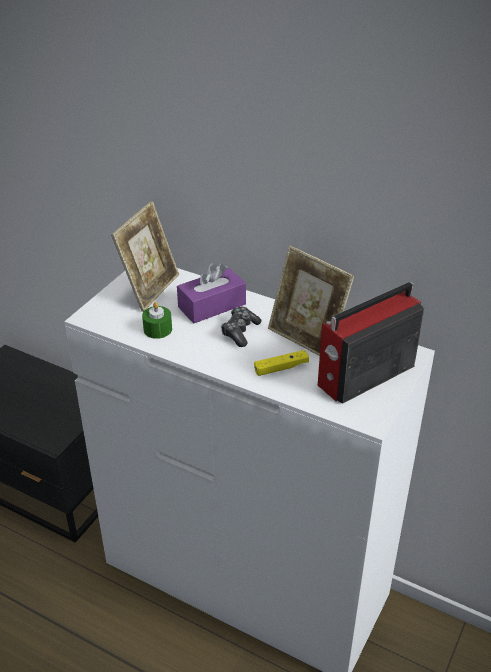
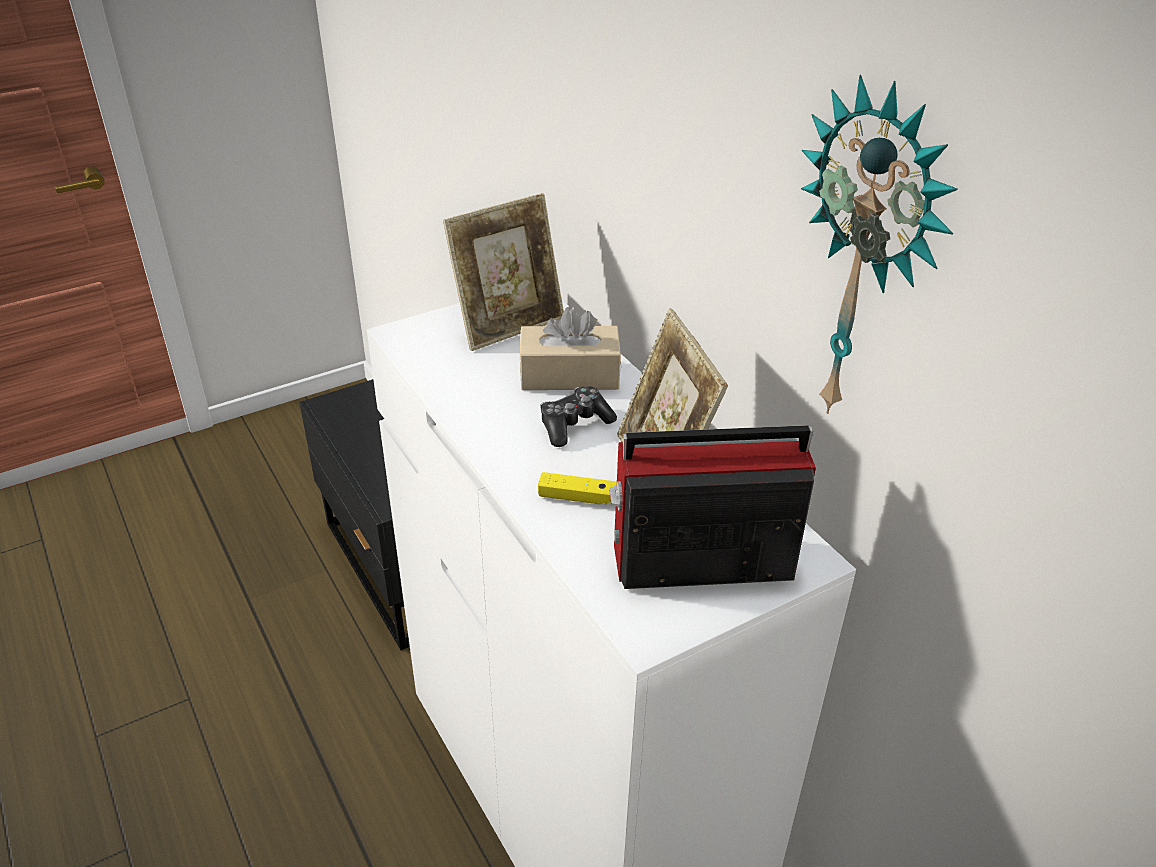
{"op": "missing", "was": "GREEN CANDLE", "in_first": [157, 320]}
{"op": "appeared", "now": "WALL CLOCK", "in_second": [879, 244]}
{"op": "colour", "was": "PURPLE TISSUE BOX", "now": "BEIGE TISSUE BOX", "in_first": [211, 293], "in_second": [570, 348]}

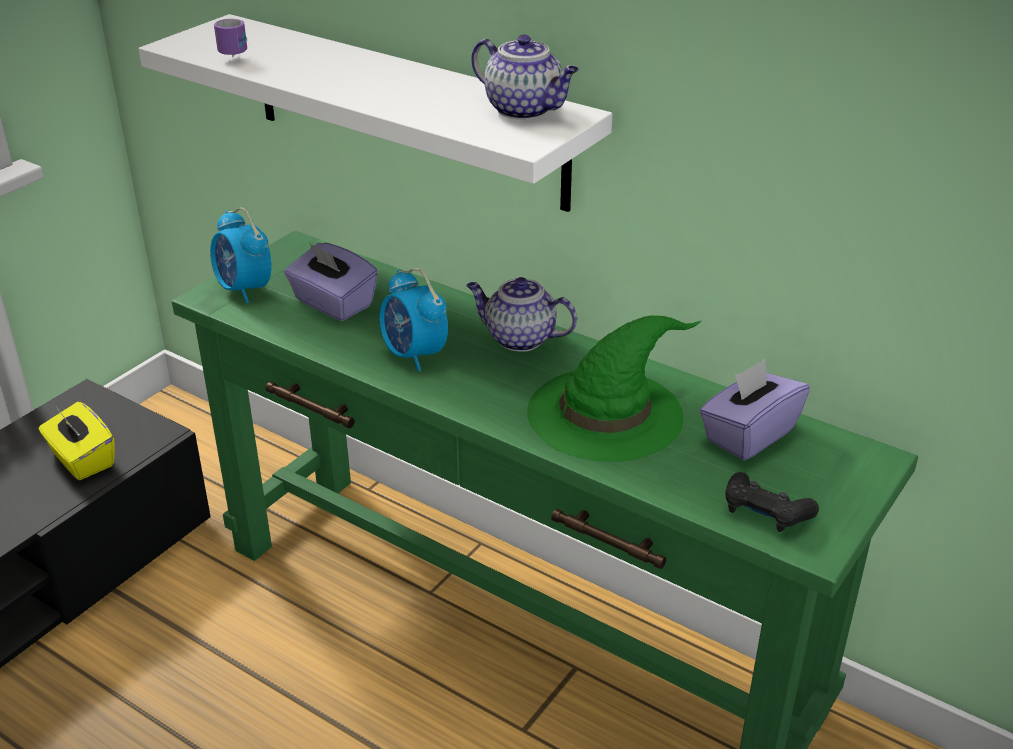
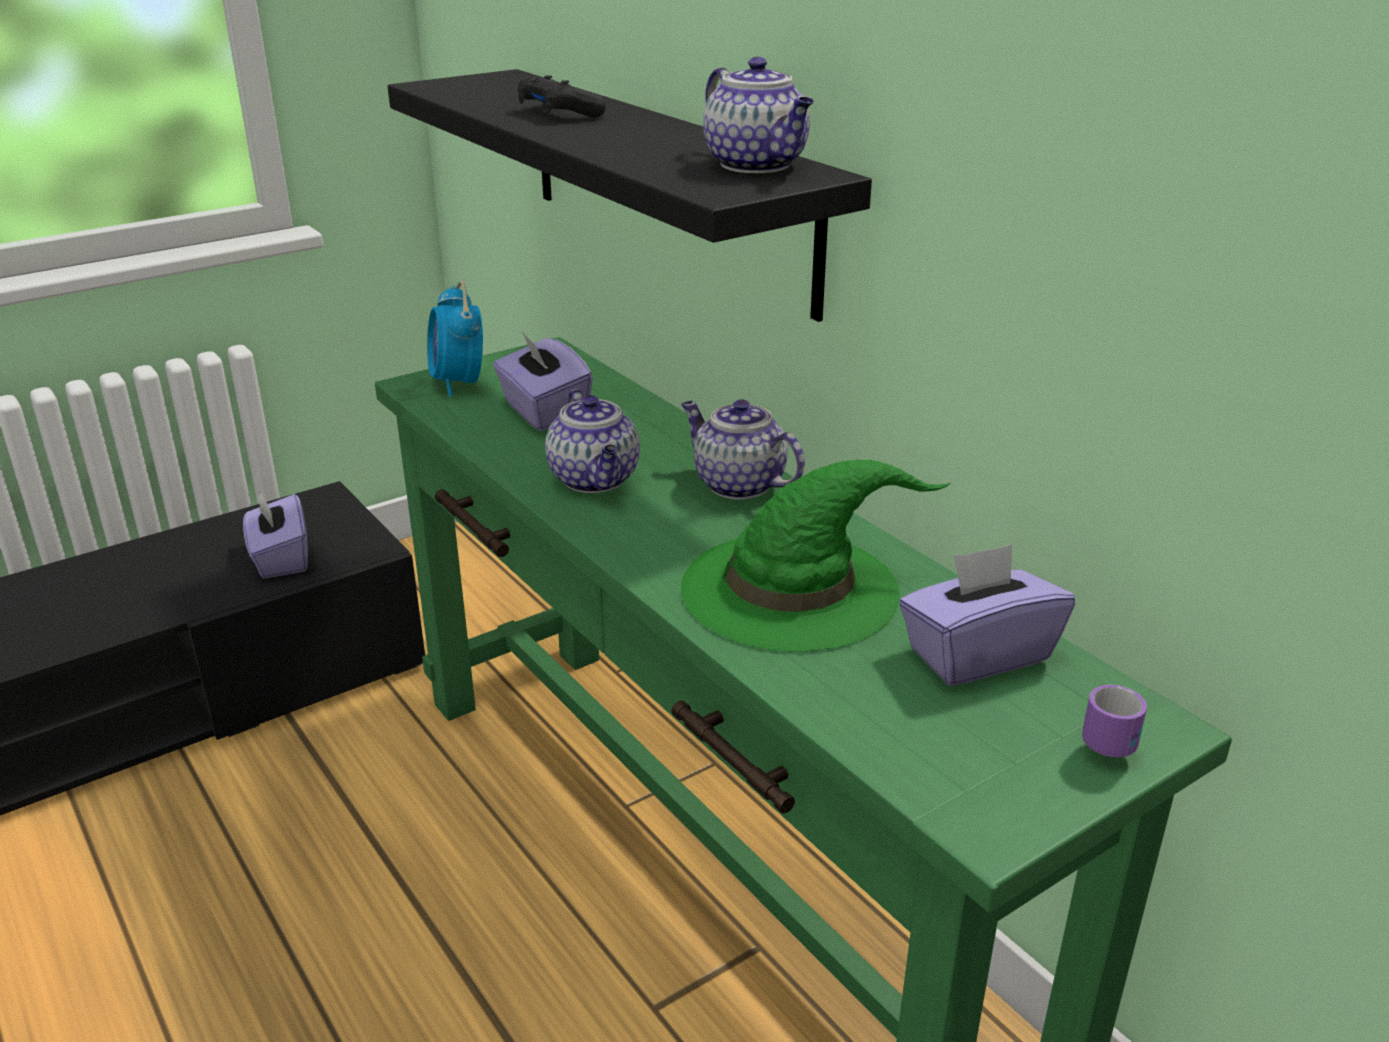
{"op": "relocated", "was": "MUG", "in_first": [230, 38], "in_second": [1114, 721]}
{"op": "relocated", "was": "BLACK GAME CONTROLLER", "in_first": [772, 502], "in_second": [561, 96]}
{"op": "exchanged", "was": "ALARM CLOCK", "now": "TEAPOT", "in_first": [413, 320], "in_second": [592, 441]}
{"op": "colour", "was": "YELLOW TISSUE BOX", "now": "PURPLE TISSUE BOX", "in_first": [77, 441], "in_second": [275, 535]}
{"op": "colour", "was": "WHITE SHELF", "now": "BLACK SHELF", "in_first": [375, 113], "in_second": [630, 195]}

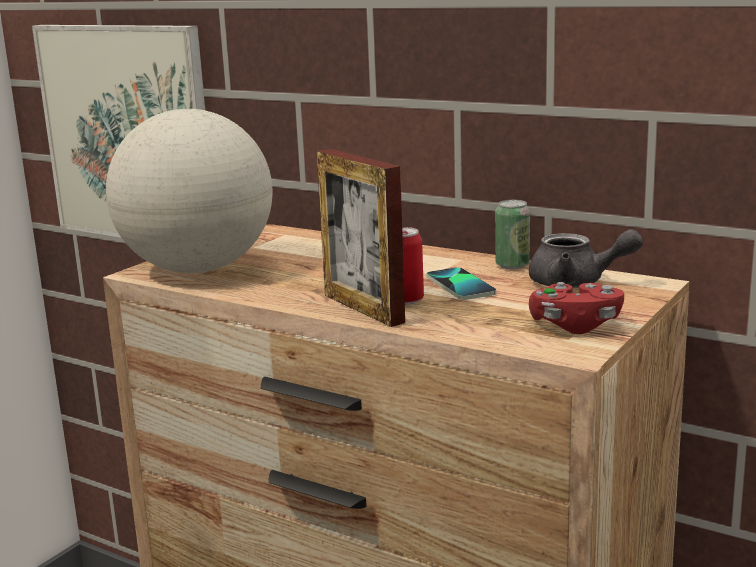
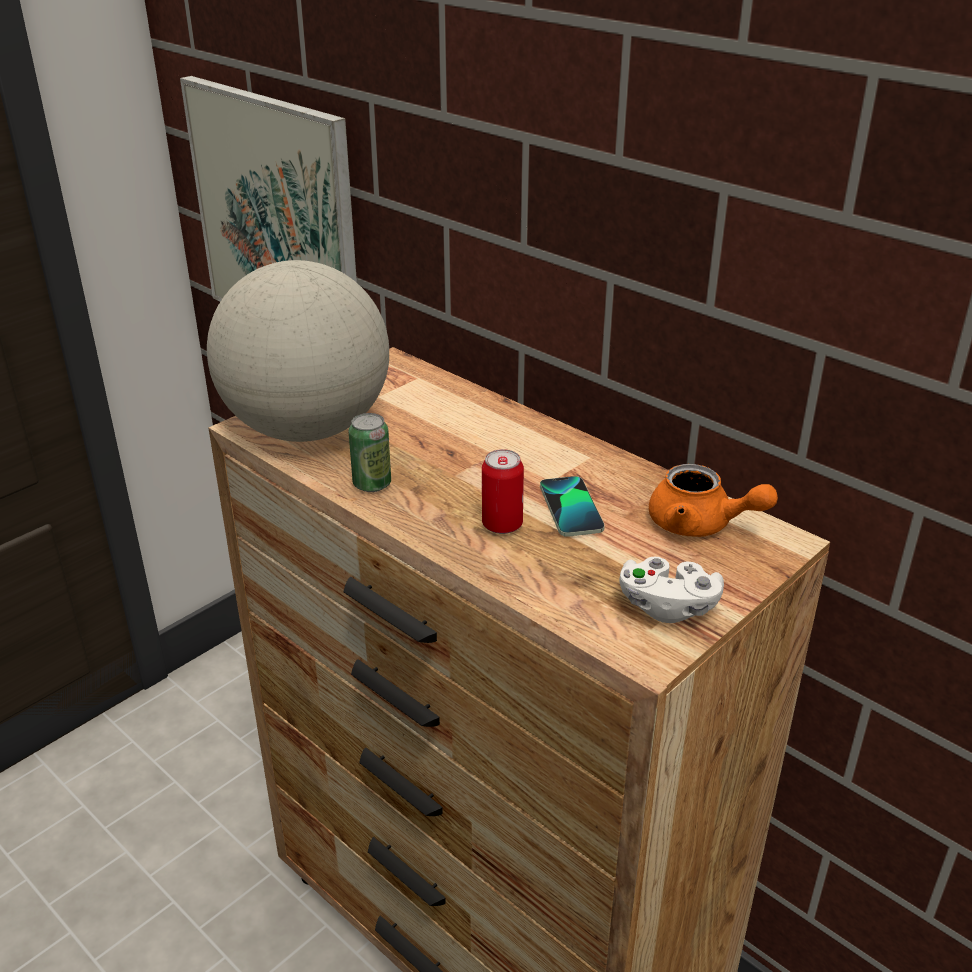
{"op": "missing", "was": "PICTURE FRAME", "in_first": [360, 238]}
{"op": "relocated", "was": "CAN", "in_first": [512, 234], "in_second": [370, 452]}
{"op": "colour", "was": "GREY TEAPOT", "now": "ORANGE TEAPOT", "in_first": [586, 258], "in_second": [713, 500]}
{"op": "colour", "was": "RED GAME CONTROLLER", "now": "WHITE GAME CONTROLLER", "in_first": [576, 308], "in_second": [671, 590]}

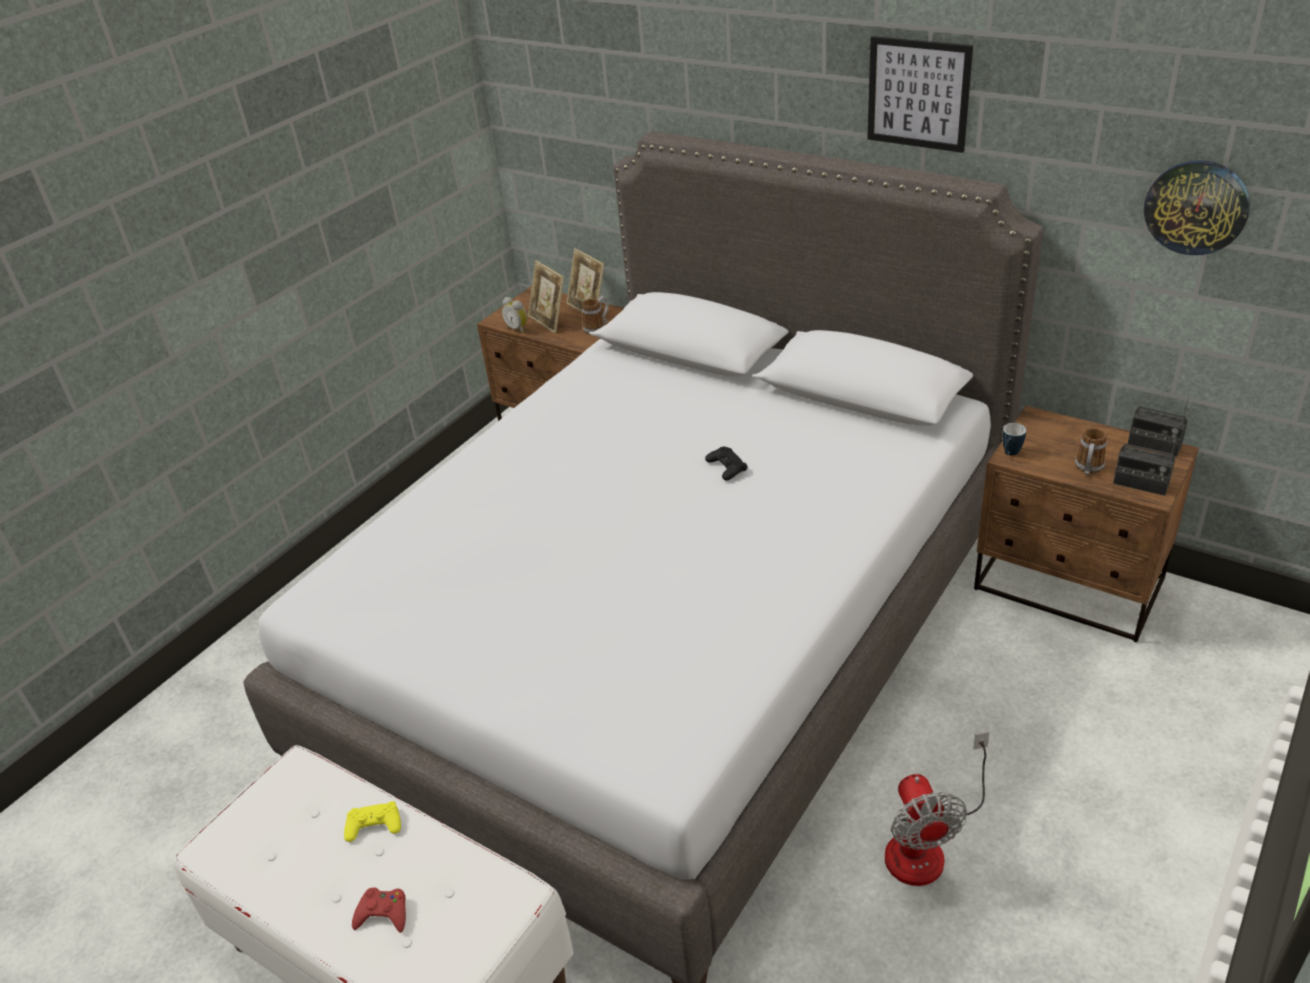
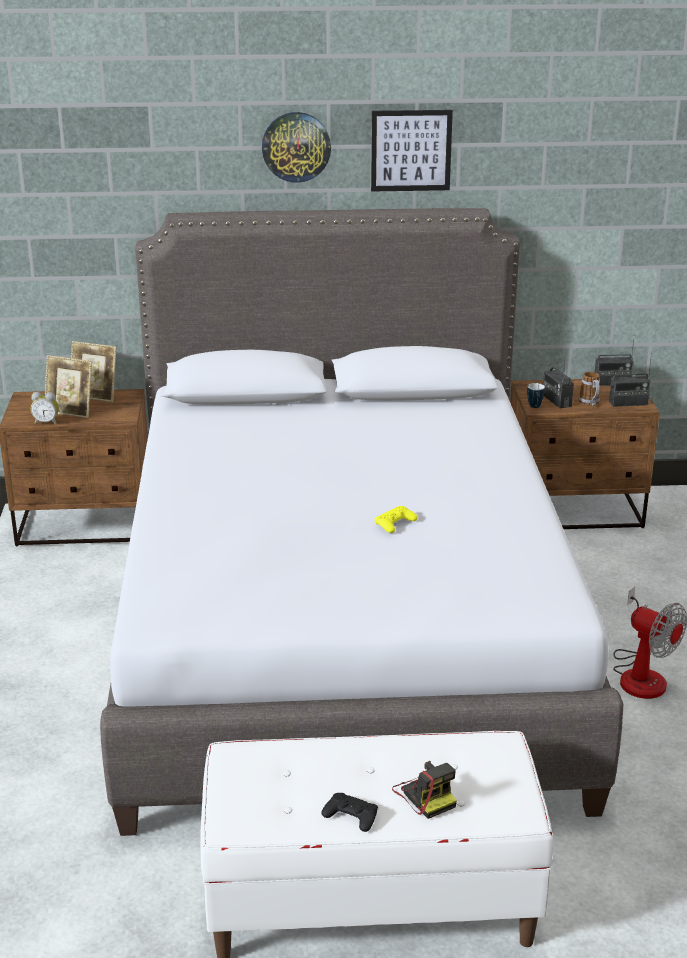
{"op": "missing", "was": "MUG", "in_first": [595, 315]}
{"op": "appeared", "now": "RADIO", "in_second": [558, 385]}
{"op": "relocated", "was": "YELLOW GAME CONTROLLER", "in_first": [372, 821], "in_second": [396, 519]}
{"op": "relocated", "was": "BLACK GAME CONTROLLER", "in_first": [726, 463], "in_second": [350, 812]}
{"op": "relocated", "was": "WALL CLOCK", "in_first": [1197, 207], "in_second": [296, 147]}
{"op": "exchanged", "was": "RED GAME CONTROLLER", "now": "PHOTO CAMERA", "in_first": [379, 910], "in_second": [424, 790]}

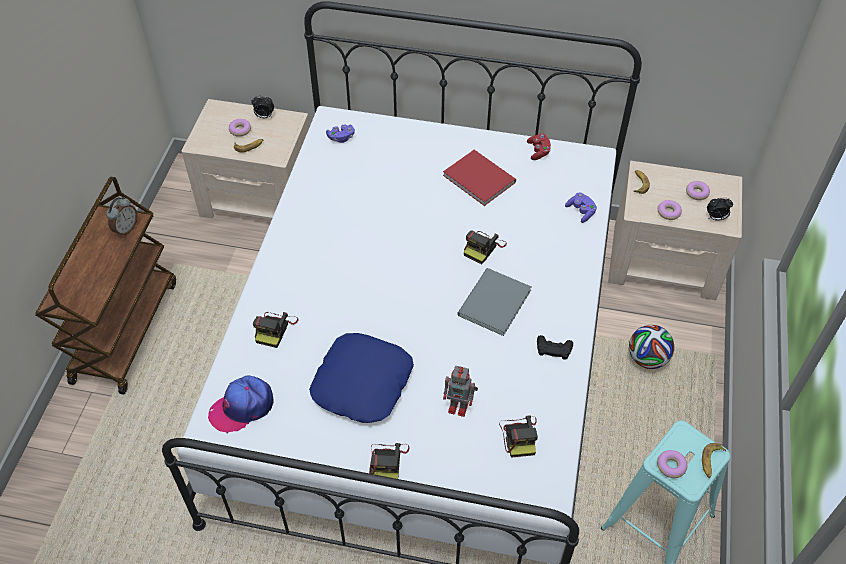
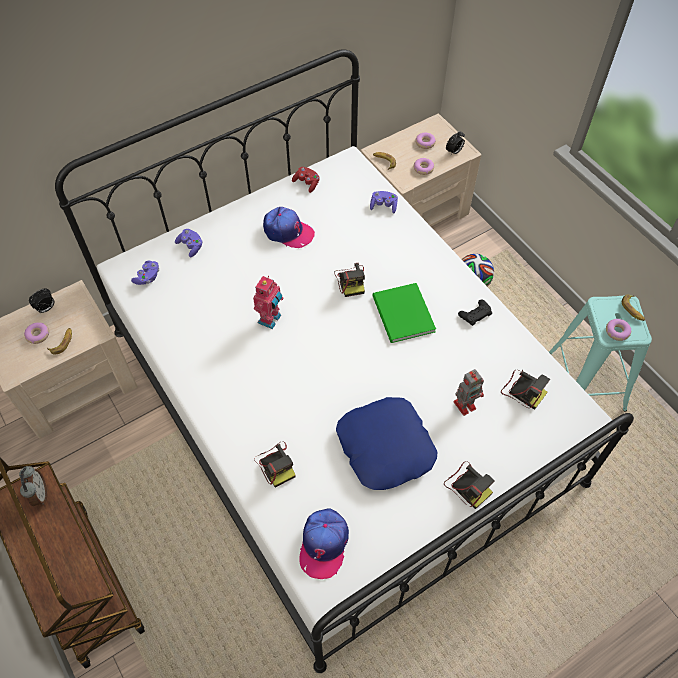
{"op": "appeared", "now": "PURPLE GAME CONTROLLER", "in_second": [189, 243]}
{"op": "appeared", "now": "TOY ROBOT", "in_second": [268, 302]}
{"op": "exchanged", "was": "RED BOOK", "now": "CAP", "in_first": [479, 178], "in_second": [289, 227]}
{"op": "colour", "was": "GREY BOOK", "now": "GREEN BOOK", "in_first": [494, 302], "in_second": [404, 313]}

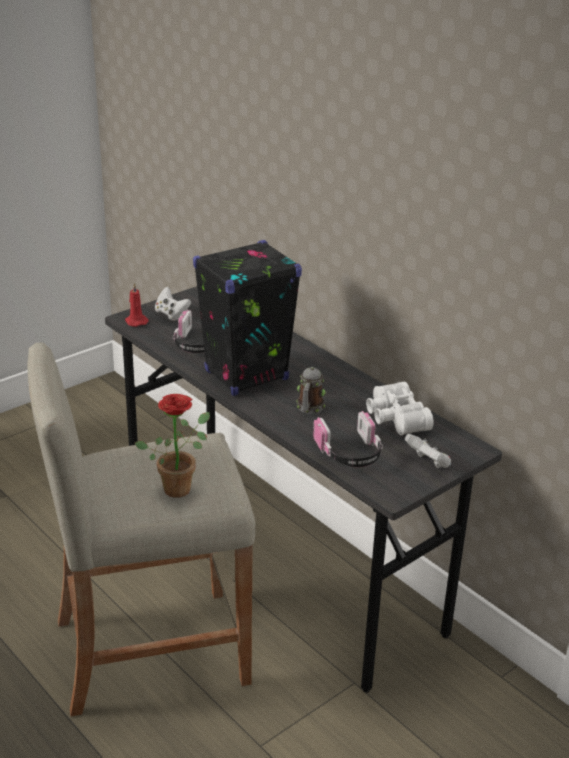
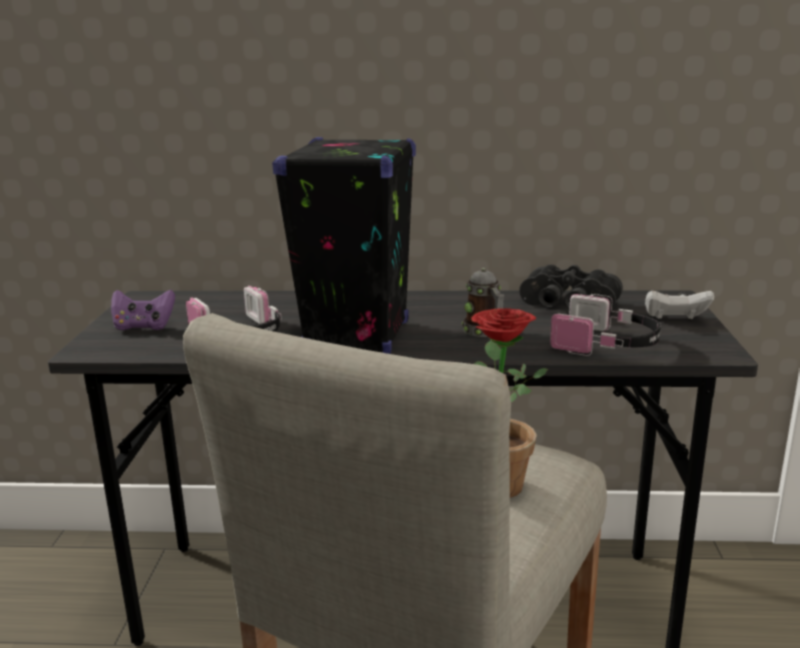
{"op": "missing", "was": "RED CANDLE", "in_first": [137, 305]}
{"op": "colour", "was": "WHITE GAME CONTROLLER", "now": "PURPLE GAME CONTROLLER", "in_first": [173, 304], "in_second": [143, 310]}
{"op": "colour", "was": "WHITE BINOCULARS", "now": "BLACK BINOCULARS", "in_first": [400, 408], "in_second": [571, 288]}

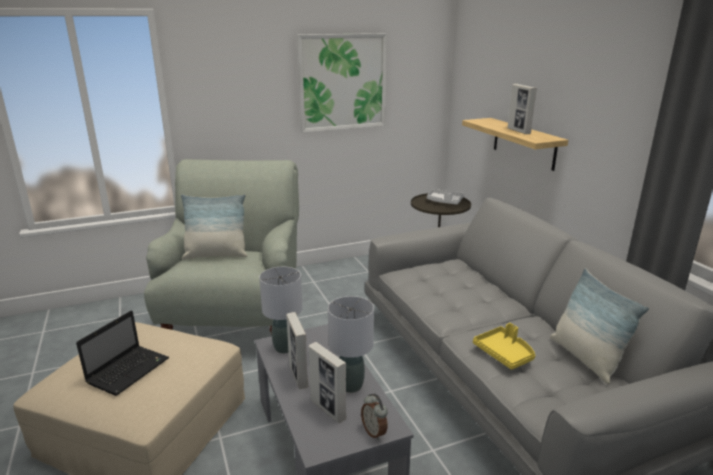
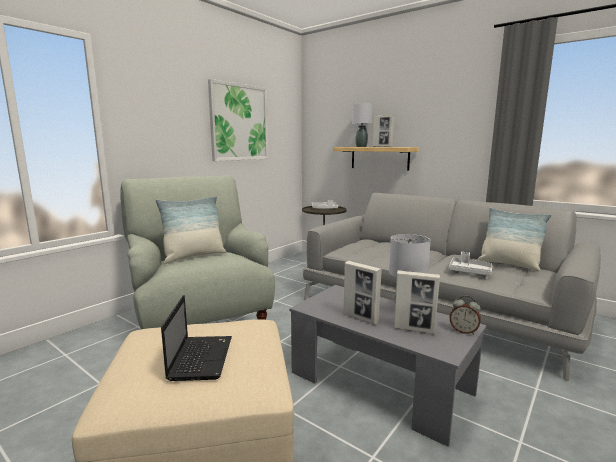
{"op": "relocated", "was": "GREY TABLE LAMP", "in_first": [281, 310], "in_second": [362, 125]}
{"op": "colour", "was": "YELLOW TRAY", "now": "GREY TRAY", "in_first": [504, 346], "in_second": [471, 263]}

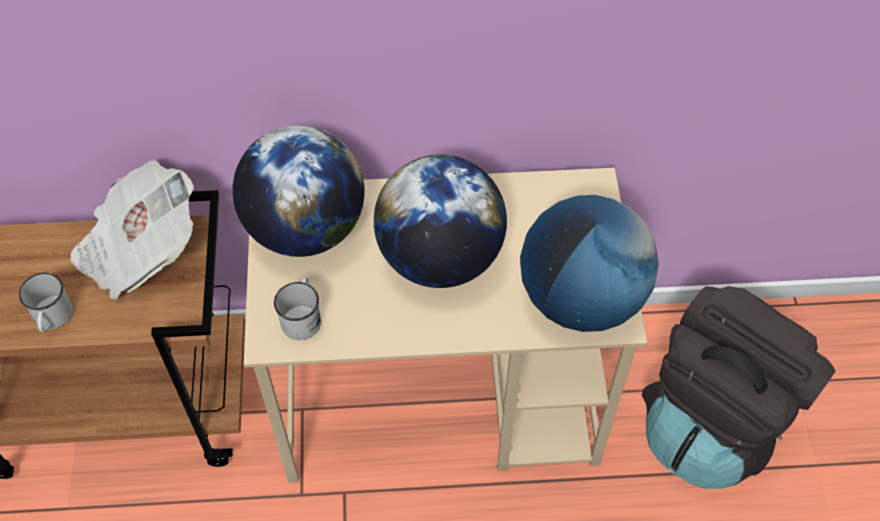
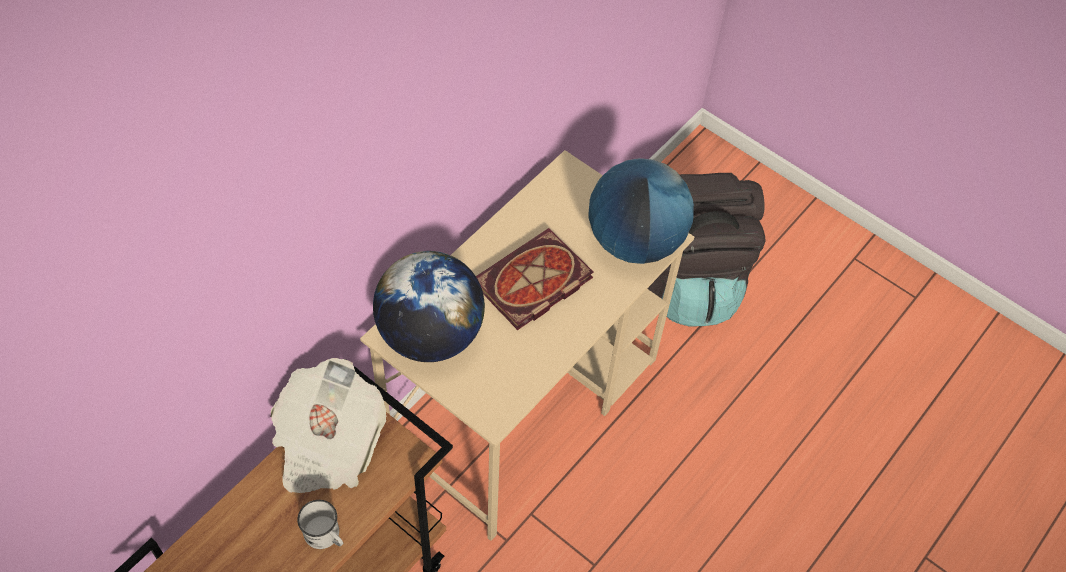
{"op": "missing", "was": "WHITE MUG", "in_first": [297, 308]}
{"op": "exchanged", "was": "GLOBE", "now": "BOOK", "in_first": [440, 221], "in_second": [535, 279]}

